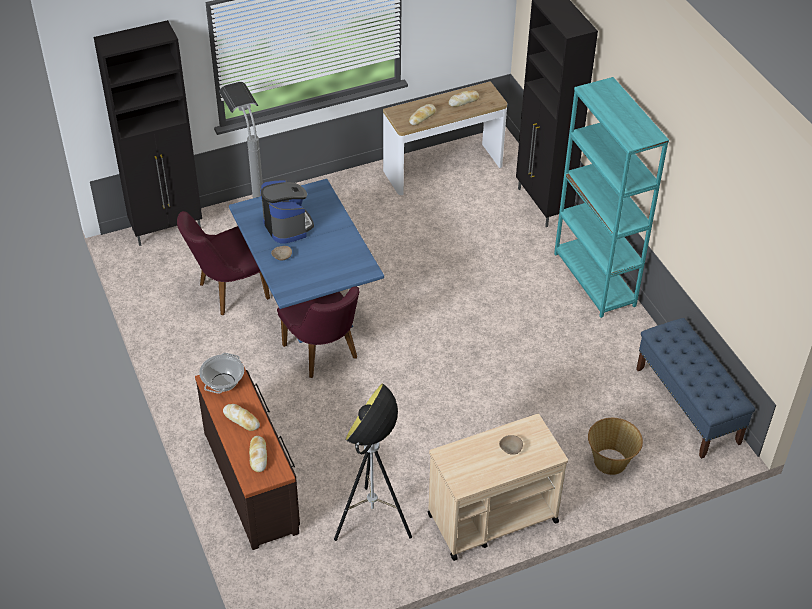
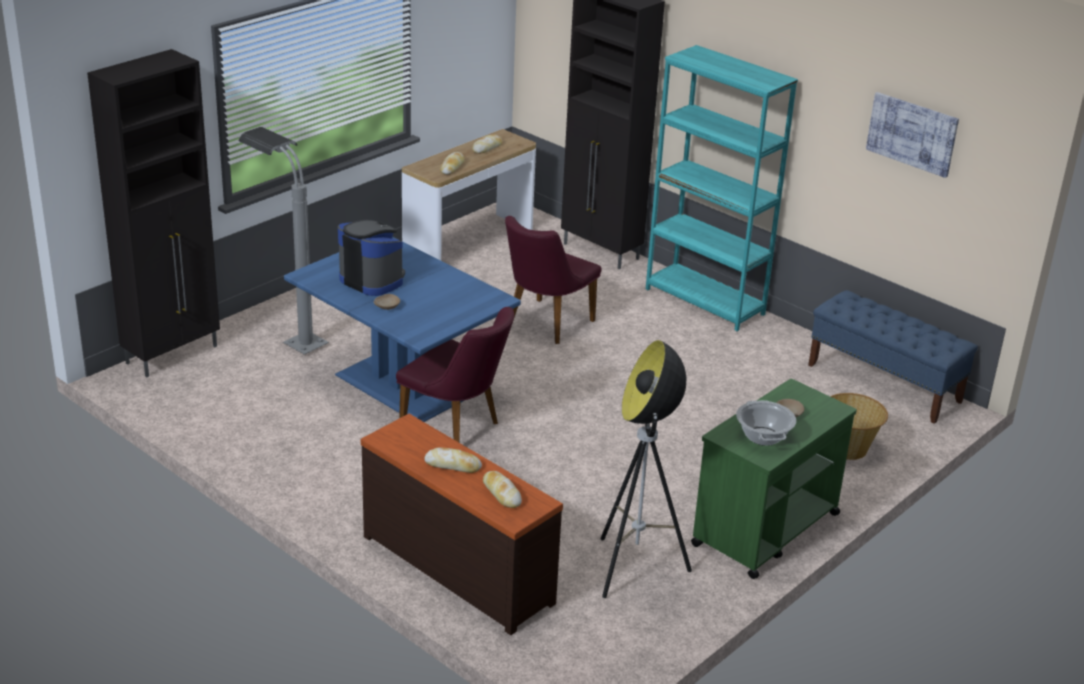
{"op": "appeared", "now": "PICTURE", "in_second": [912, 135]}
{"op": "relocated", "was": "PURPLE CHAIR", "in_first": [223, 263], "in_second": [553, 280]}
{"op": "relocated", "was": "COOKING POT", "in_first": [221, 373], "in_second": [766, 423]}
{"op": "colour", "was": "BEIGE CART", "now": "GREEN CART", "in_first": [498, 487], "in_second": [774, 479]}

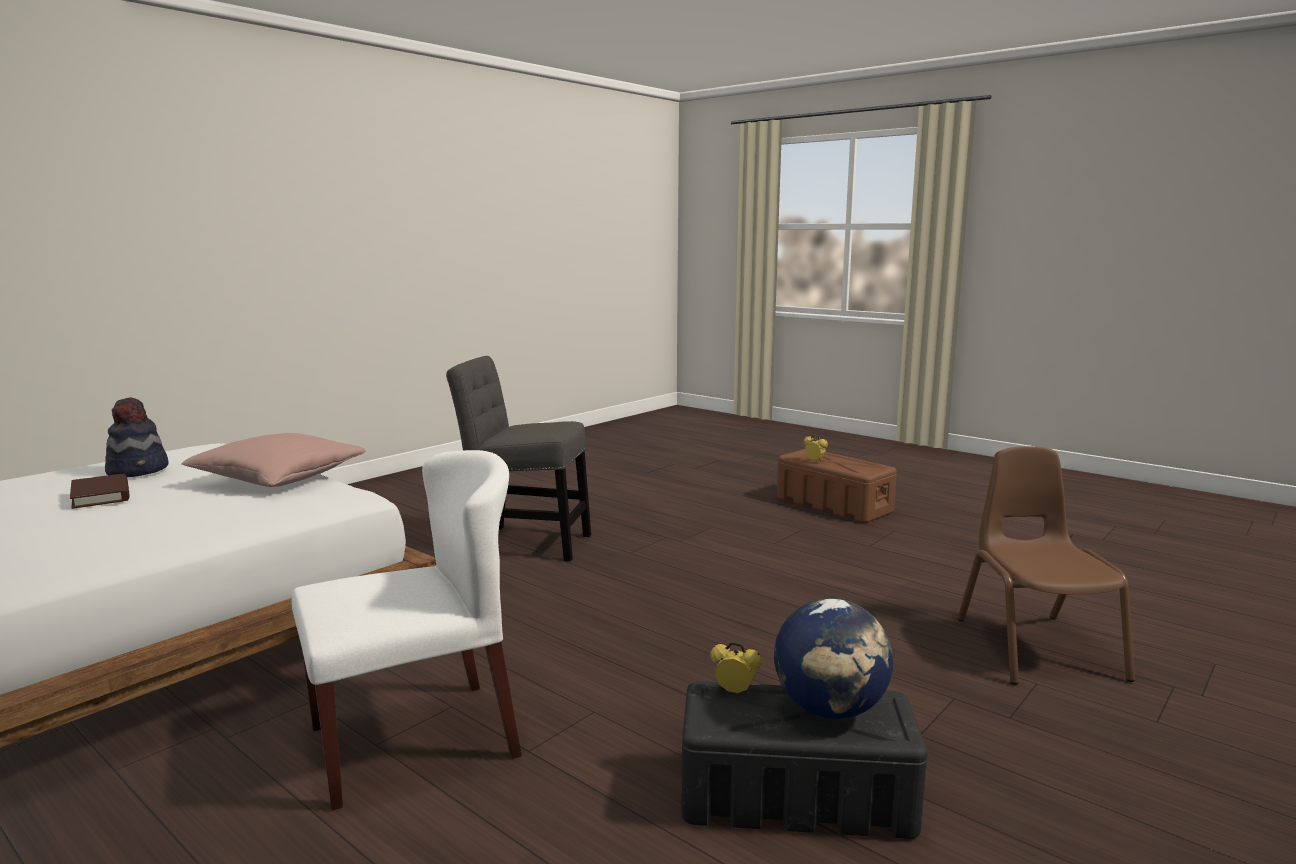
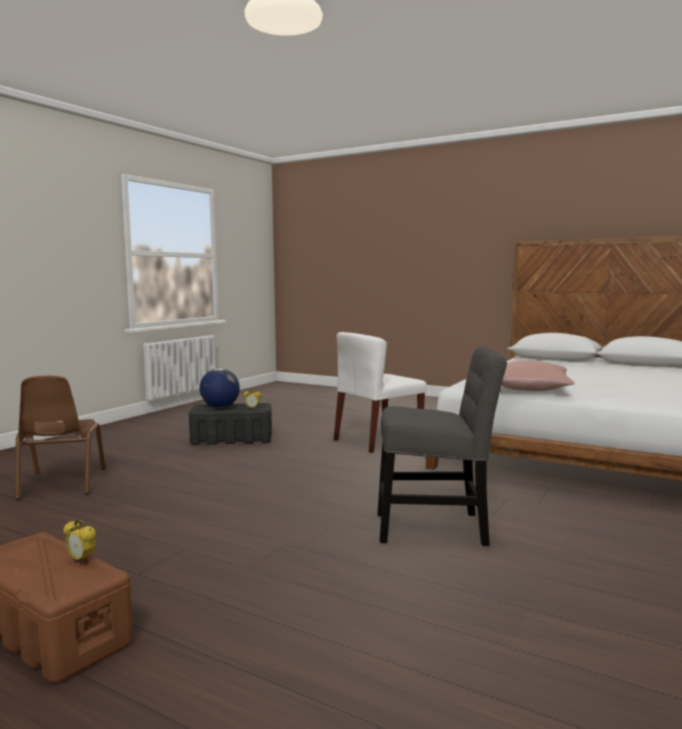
{"op": "missing", "was": "BROWN BOOK", "in_first": [100, 491]}
{"op": "missing", "was": "HAT", "in_first": [136, 437]}

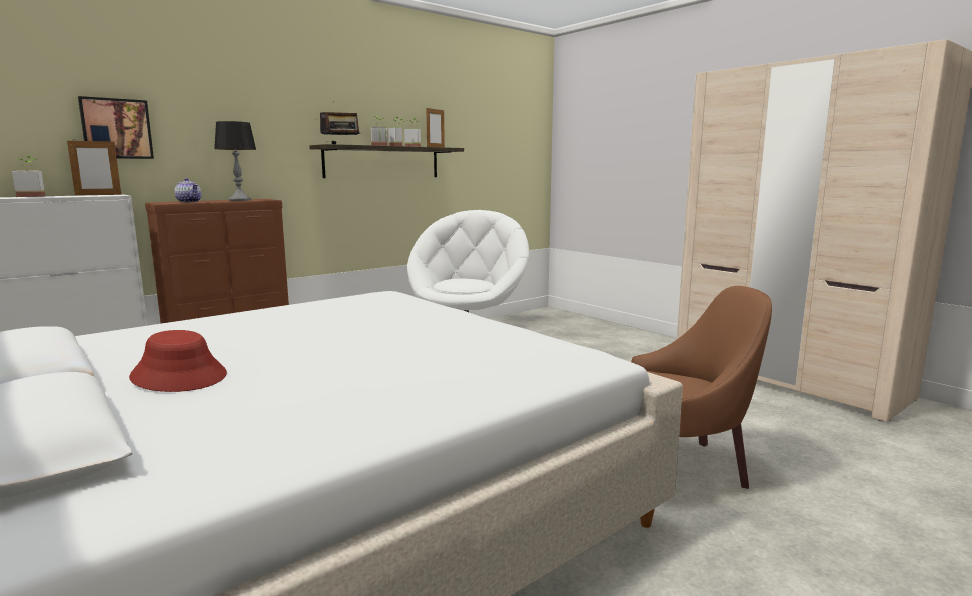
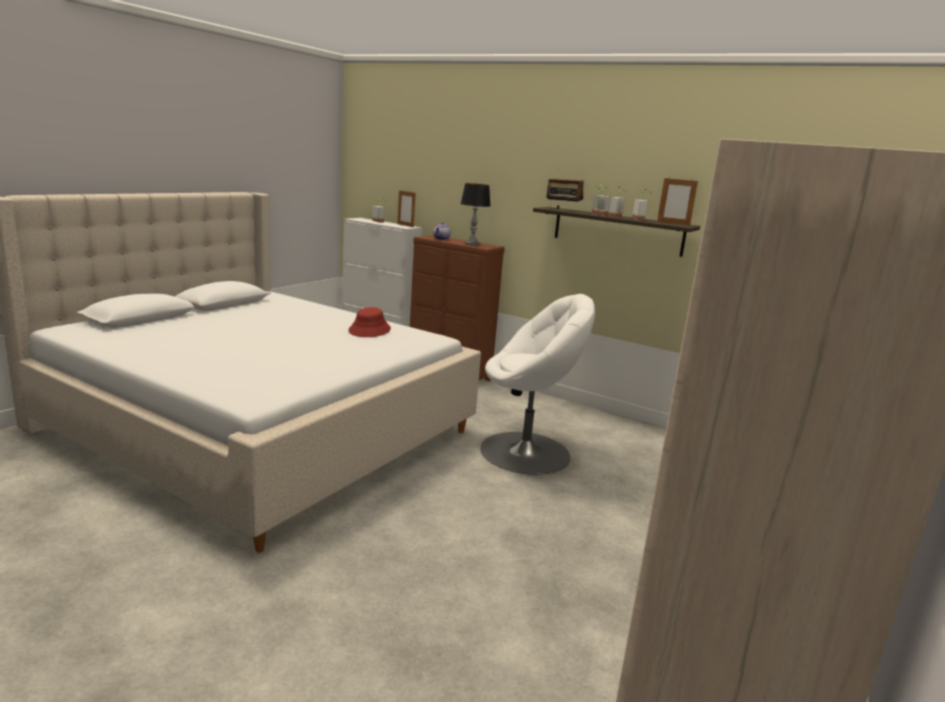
{"op": "missing", "was": "PICTURE", "in_first": [116, 127]}
{"op": "missing", "was": "BROWN ARMCHAIR", "in_first": [701, 387]}
{"op": "relocated", "was": "RED HAT", "in_first": [178, 361], "in_second": [369, 322]}

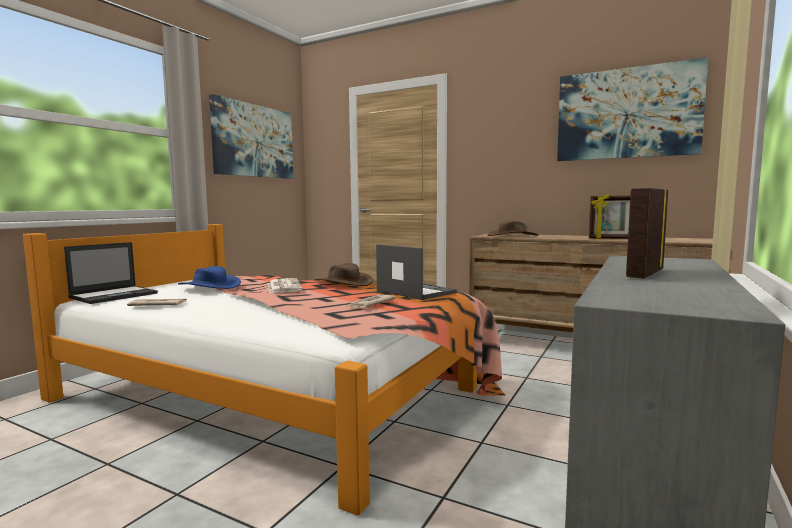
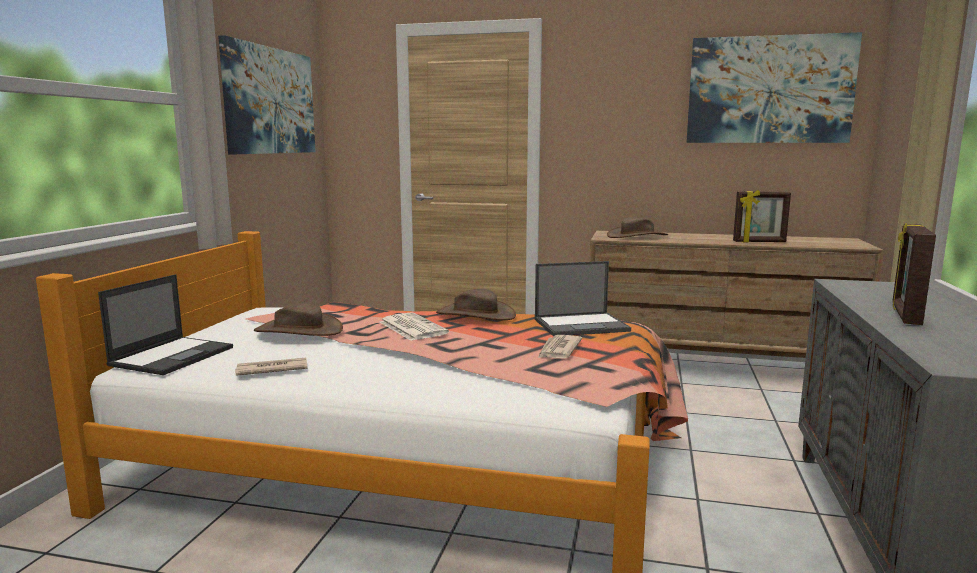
{"op": "colour", "was": "BLUE HAT", "now": "BROWN HAT", "in_first": [209, 277], "in_second": [298, 319]}
{"op": "spun", "was": "LAPTOP", "in_first": [416, 272], "in_second": [583, 299], "clockwise": 135}

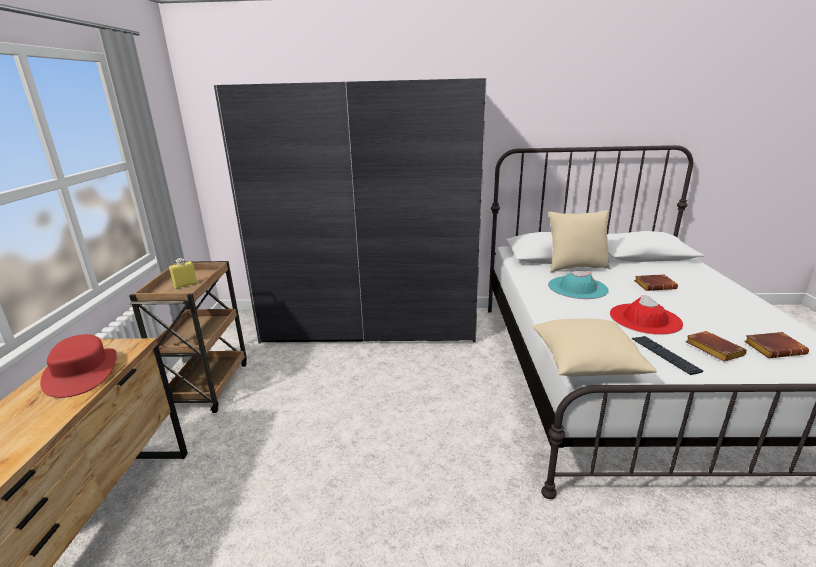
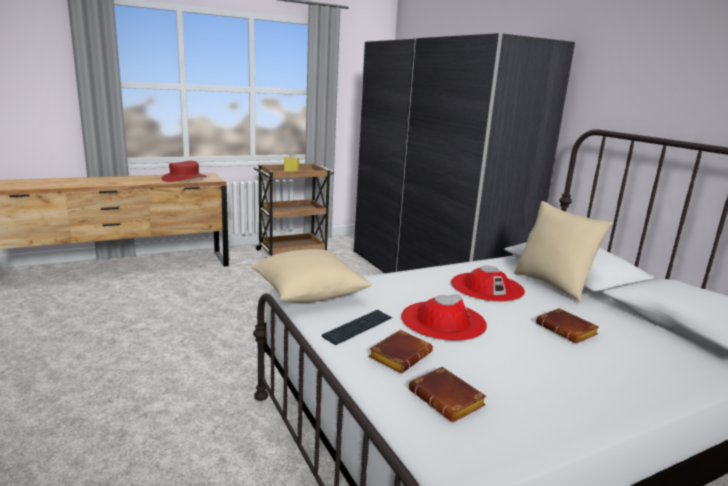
{"op": "colour", "was": "TURQUOISE HAT", "now": "RED HAT", "in_first": [578, 285], "in_second": [488, 284]}

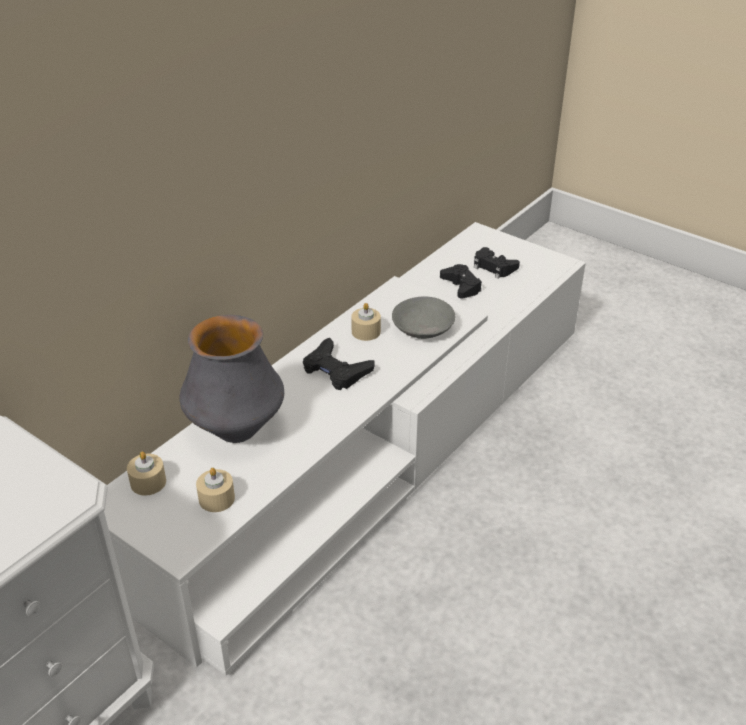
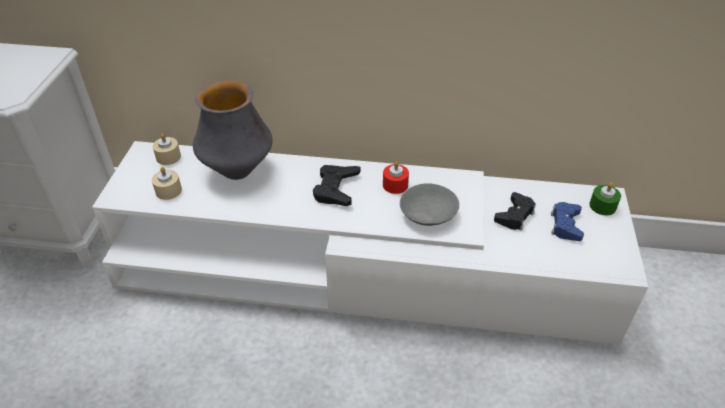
{"op": "appeared", "now": "GREEN CANDLE", "in_second": [605, 199]}
{"op": "colour", "was": "BEIGE CANDLE", "now": "RED CANDLE", "in_first": [366, 322], "in_second": [396, 177]}
{"op": "colour", "was": "BLACK GAME CONTROLLER", "now": "BLUE GAME CONTROLLER", "in_first": [497, 263], "in_second": [567, 221]}

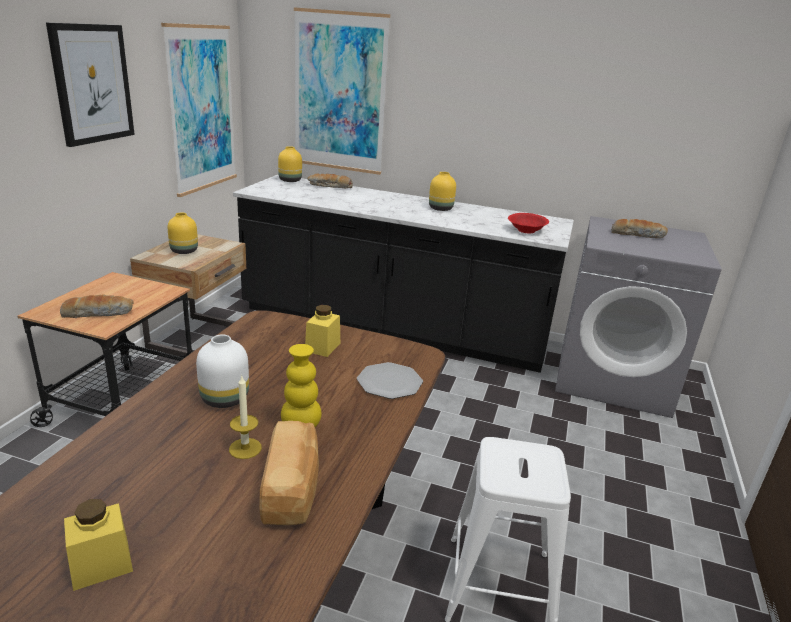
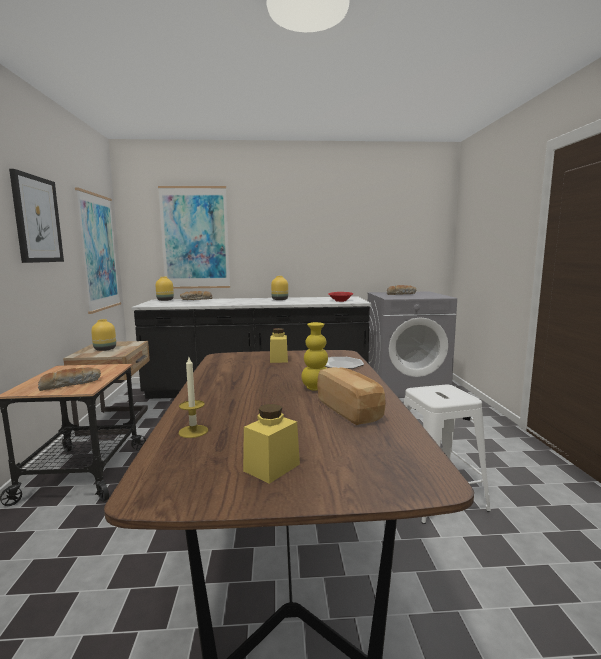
{"op": "missing", "was": "WHITE VASE", "in_first": [222, 371]}
{"op": "relocated", "was": "CANDLE", "in_first": [245, 417], "in_second": [193, 397]}

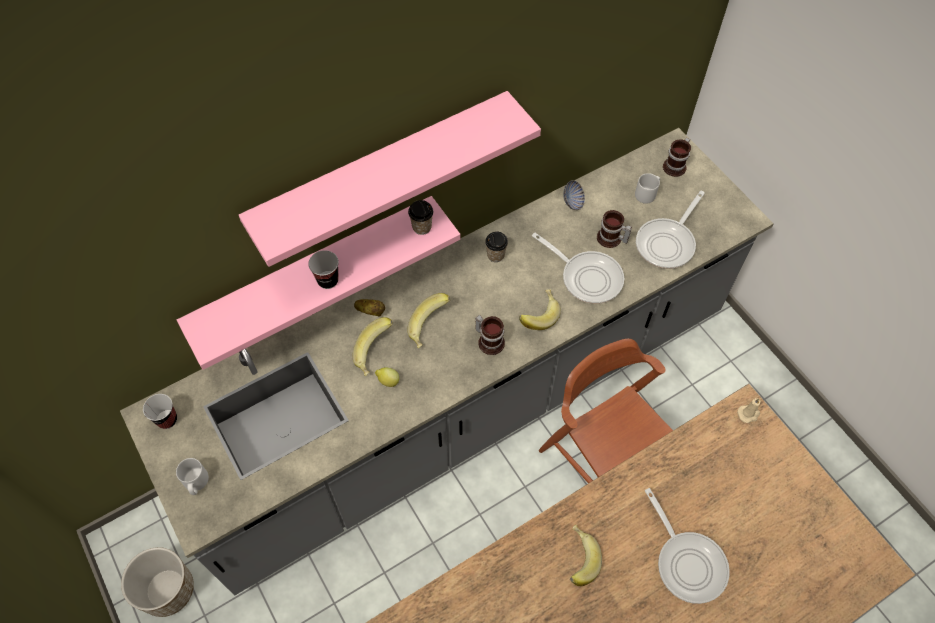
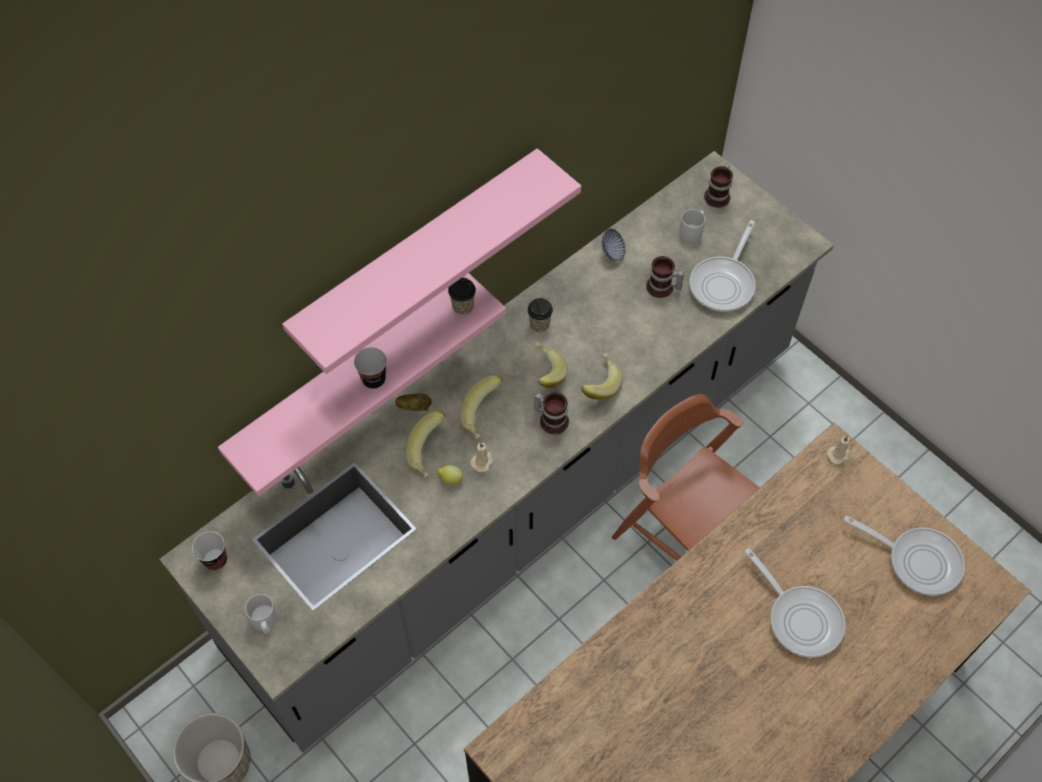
{"op": "appeared", "now": "BEIGE CANDLE", "in_second": [482, 457]}
{"op": "relocated", "was": "FRYING PAN", "in_first": [578, 268], "in_second": [904, 555]}
{"op": "relocated", "was": "BANANA", "in_first": [586, 555], "in_second": [551, 365]}

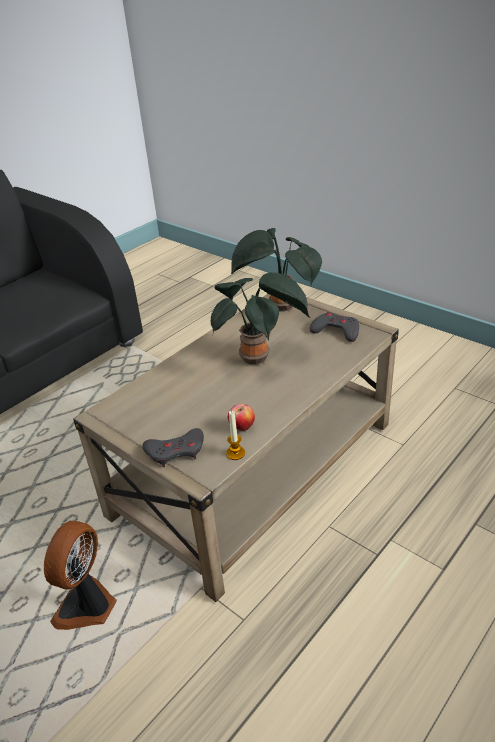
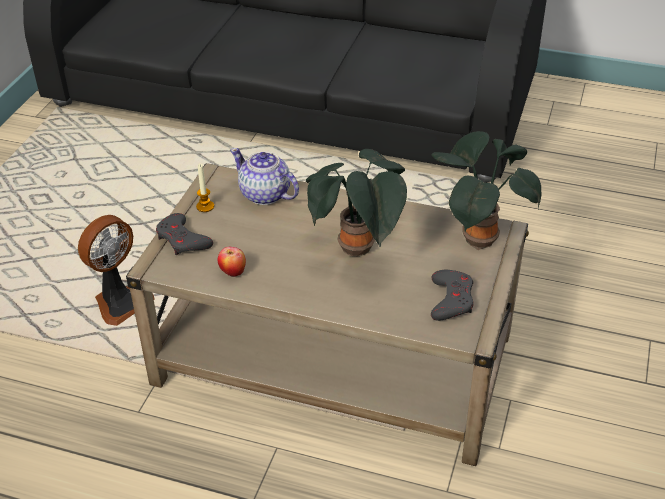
{"op": "appeared", "now": "TEAPOT", "in_second": [264, 176]}
{"op": "relocated", "was": "CANDLE", "in_first": [235, 435], "in_second": [205, 188]}
{"op": "spun", "was": "FAN", "in_first": [80, 575], "in_second": [116, 270], "clockwise": 135}

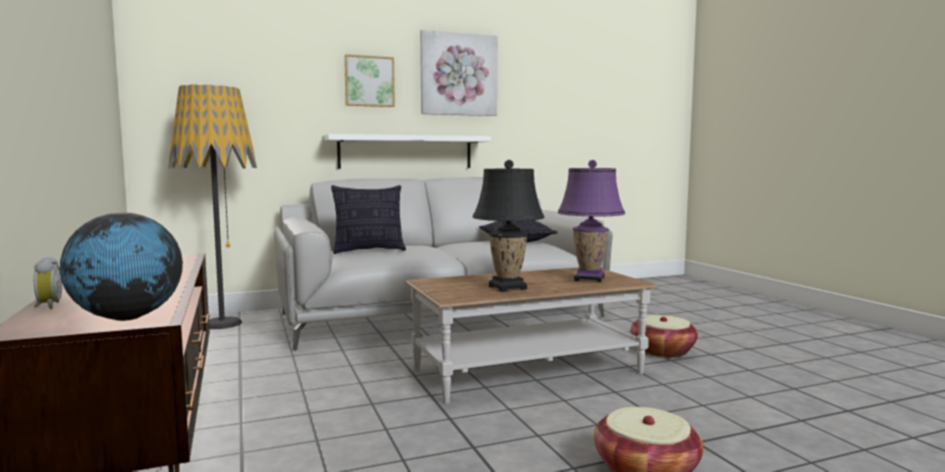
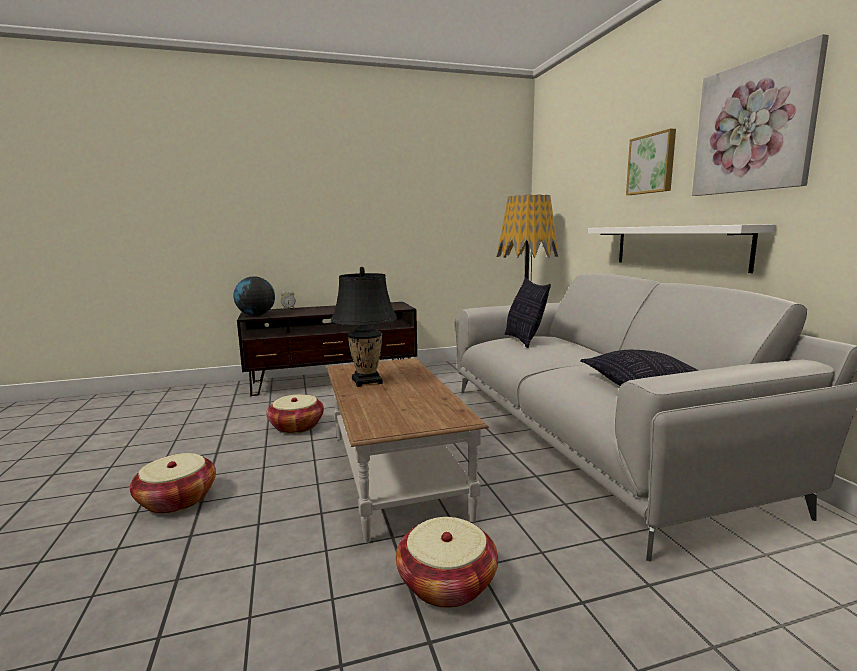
{"op": "missing", "was": "PURPLE TABLE LAMP", "in_first": [591, 221]}
{"op": "appeared", "now": "BASKET", "in_second": [295, 414]}

